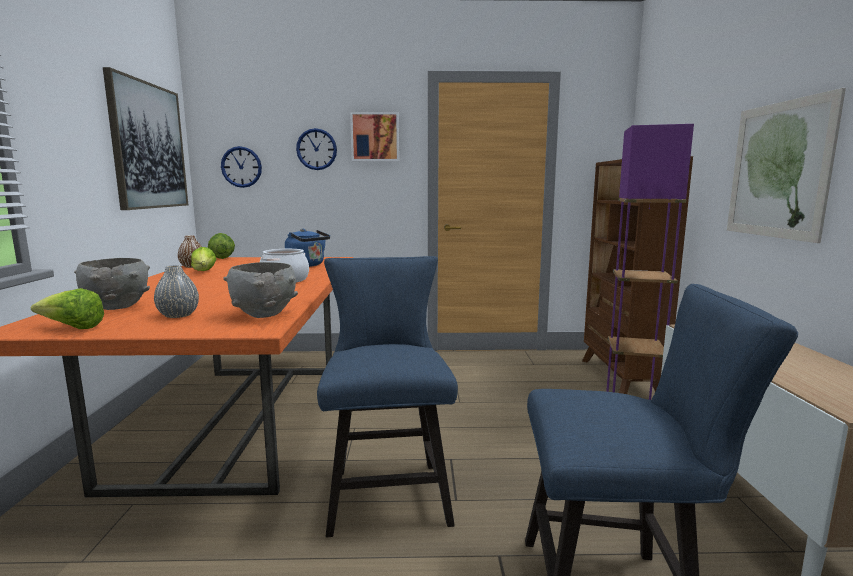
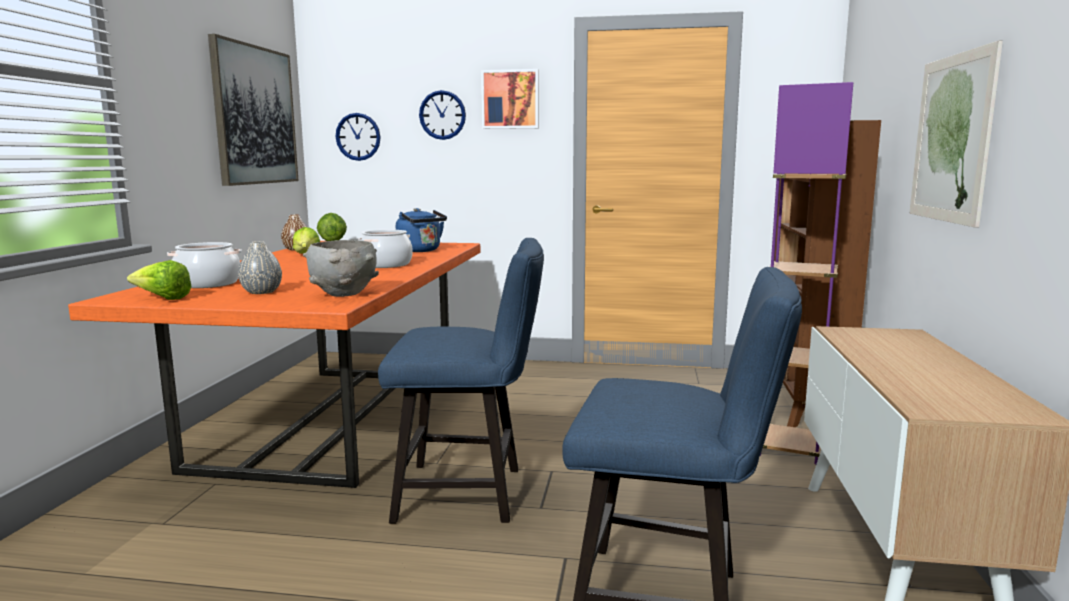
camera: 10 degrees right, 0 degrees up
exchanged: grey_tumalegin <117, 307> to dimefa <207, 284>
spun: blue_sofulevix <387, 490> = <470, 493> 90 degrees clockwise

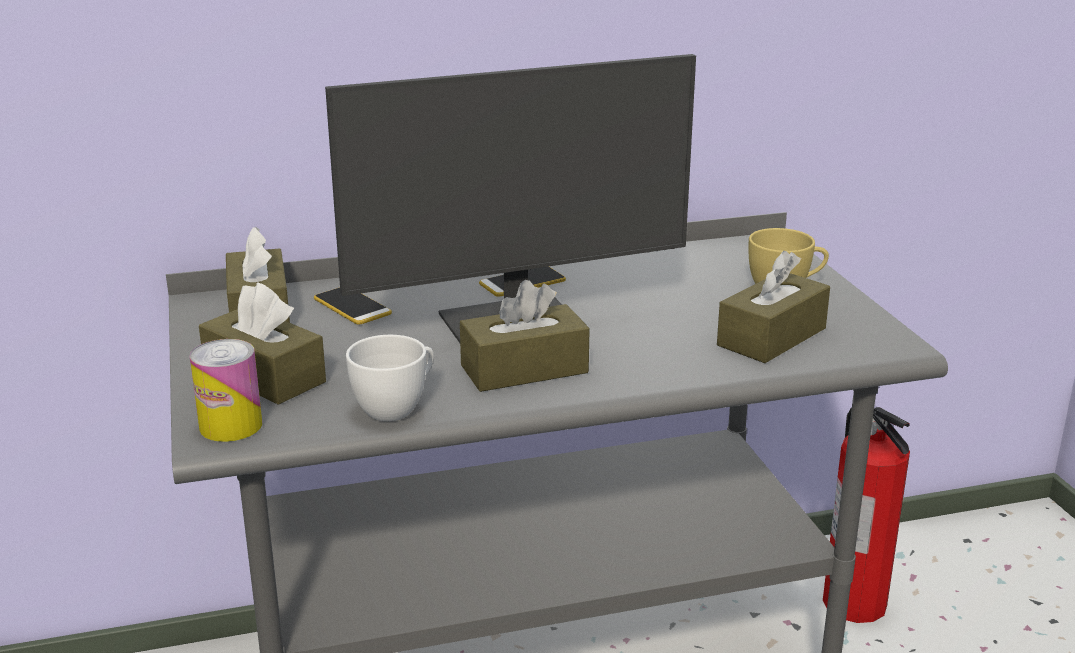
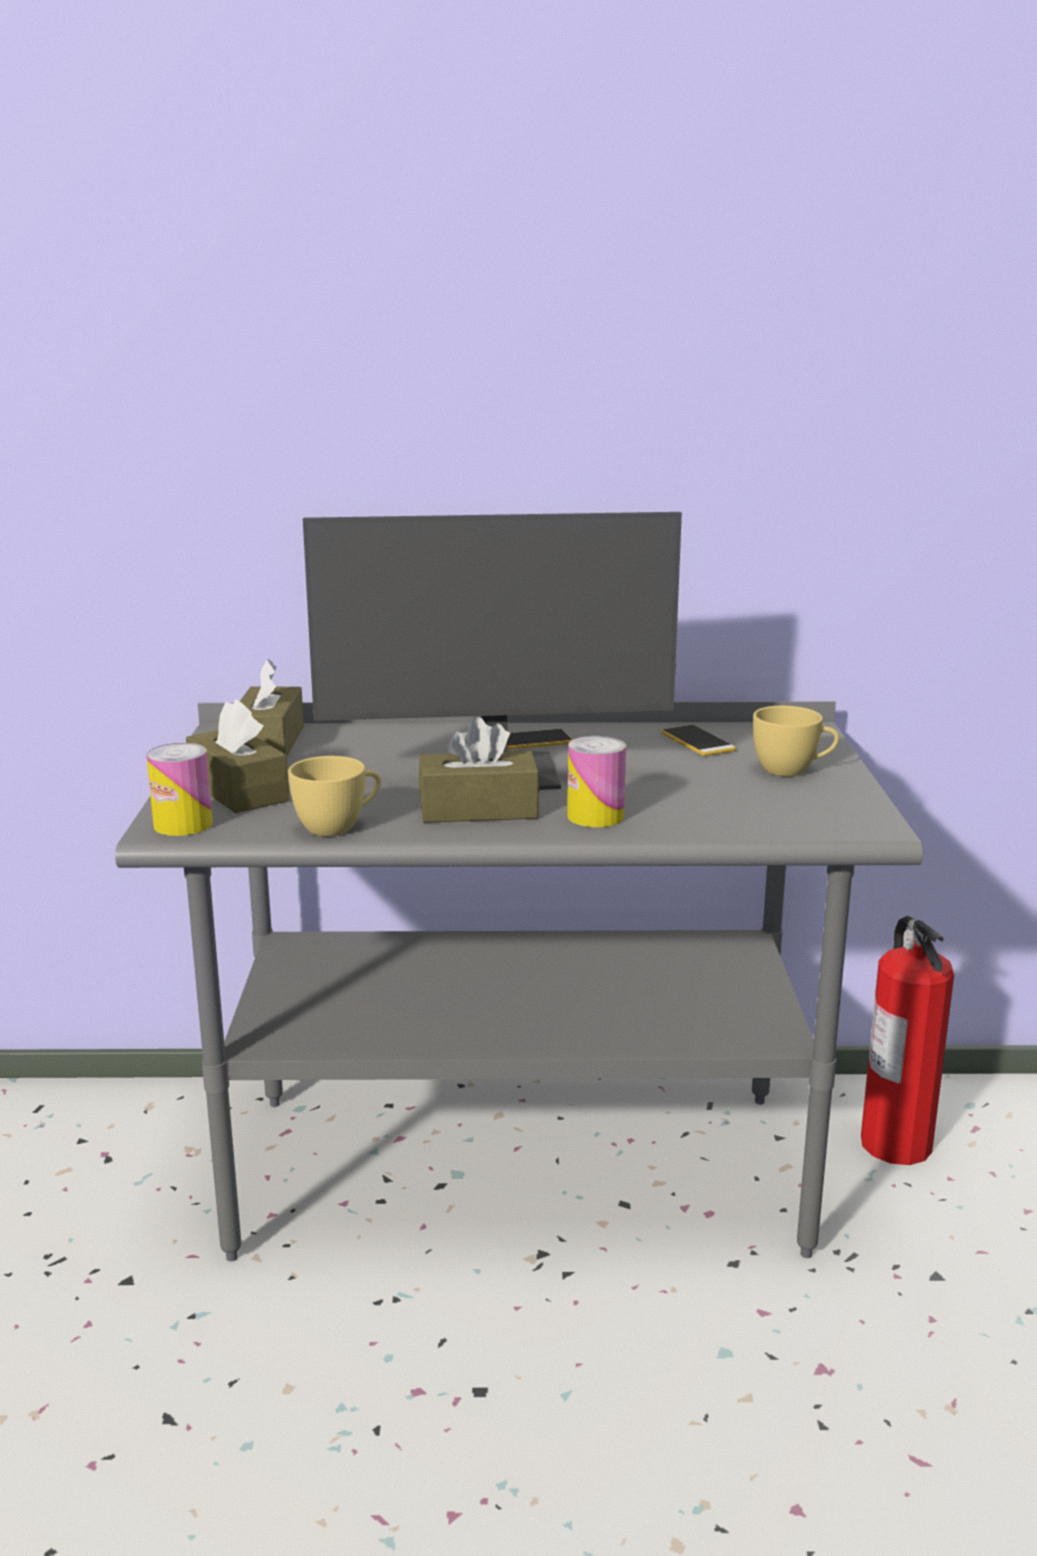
camera: 15 degrees right, 5 degrees down
missing: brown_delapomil <771, 337>
appeared: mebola <595, 816>
relocated: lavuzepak <352, 306> to <698, 742>
colour: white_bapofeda <397, 407> to yellow_bapofeda <338, 826>

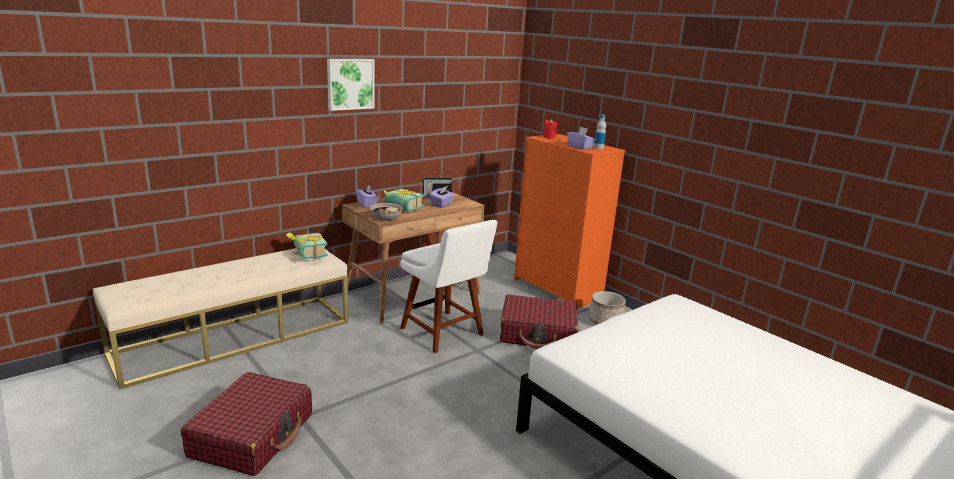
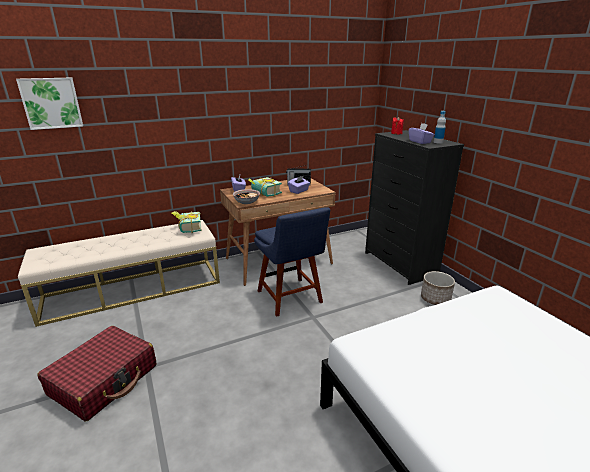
camera: 15 degrees right, 5 degrees up
missing: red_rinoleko <538, 334>
relocated: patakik <350, 84> to <51, 103>
colour: white_sofulevix <444, 333> to blue_sofulevix <291, 298>; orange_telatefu <558, 289> to black_telatefu <400, 264>

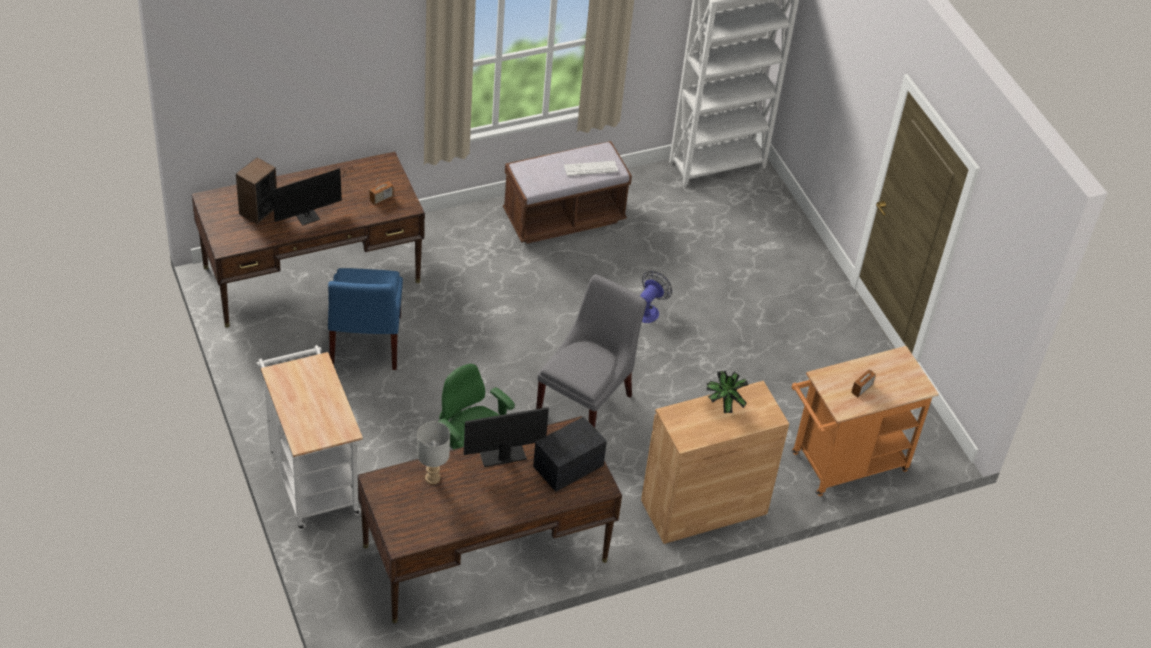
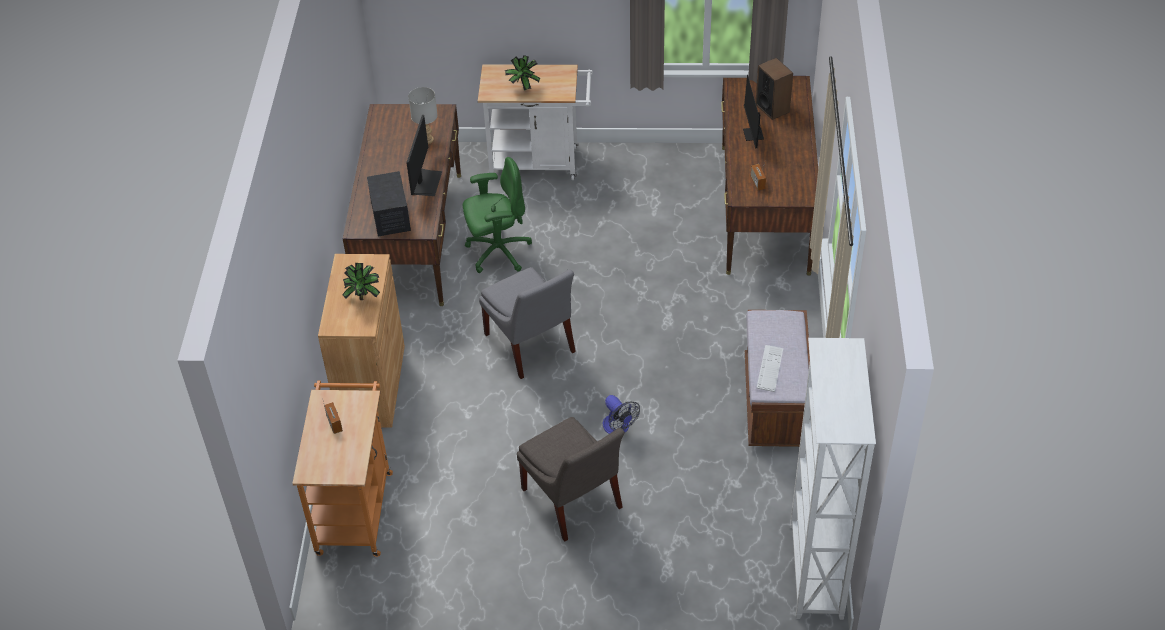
camera: 120 degrees right, 0 degrees up
missing: blue_sofulevix <364, 344>
appeared: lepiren <522, 88>; grey_sofulevix <573, 502>

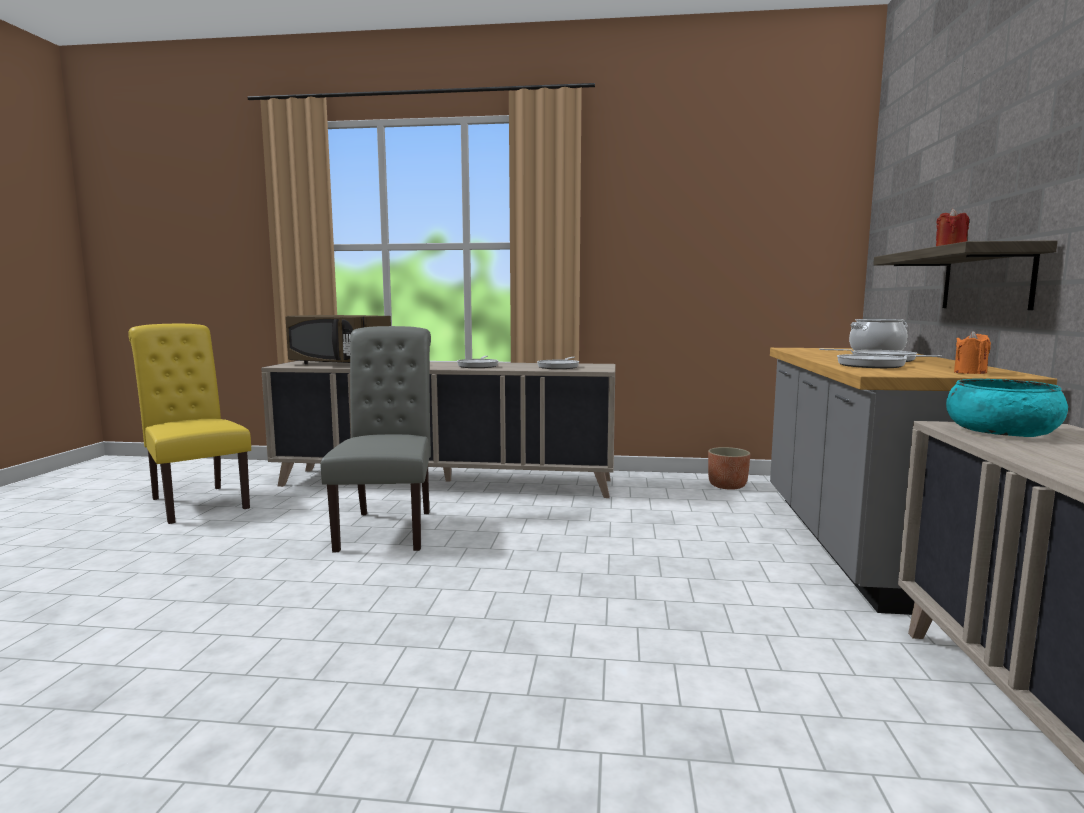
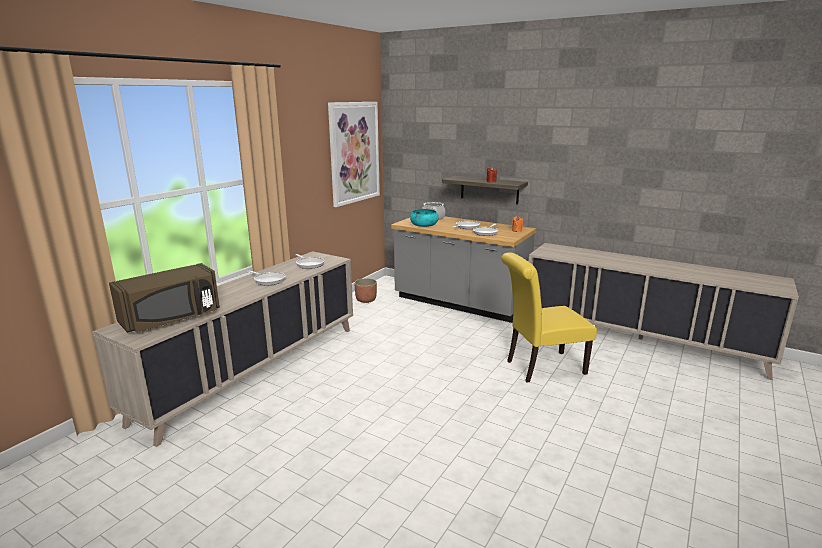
camera: 65 degrees left, 10 degrees up
missing: grey_sofulevix <388, 527>
appeared: patakik <354, 152>
relocated: turquoise_tumalegin <1001, 431> to <424, 225>; yellow_sofulevix <196, 502> to <541, 367>

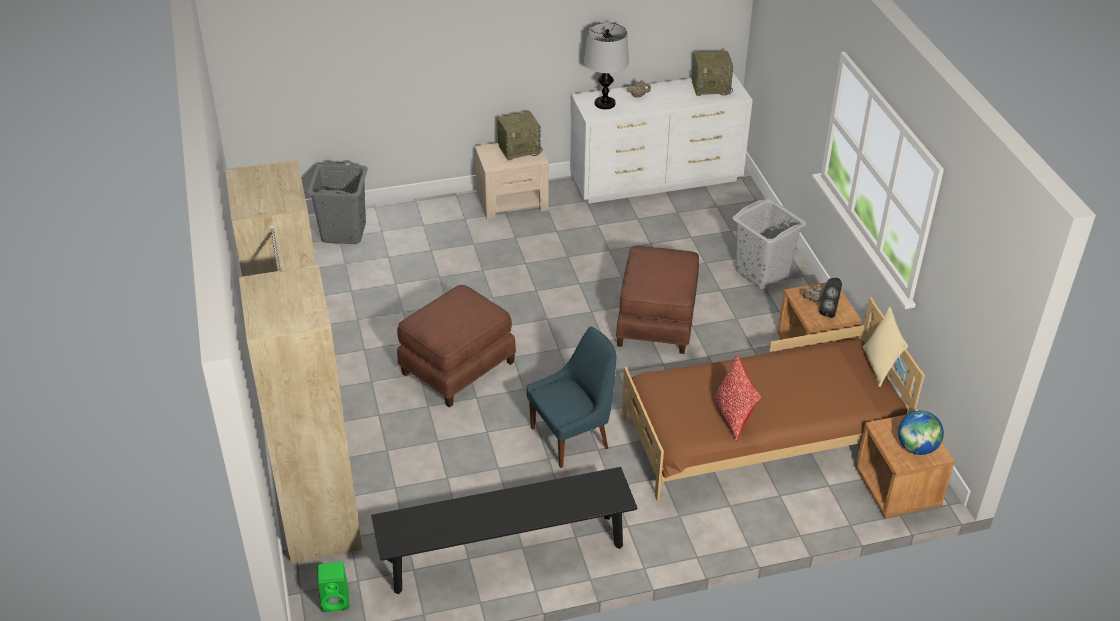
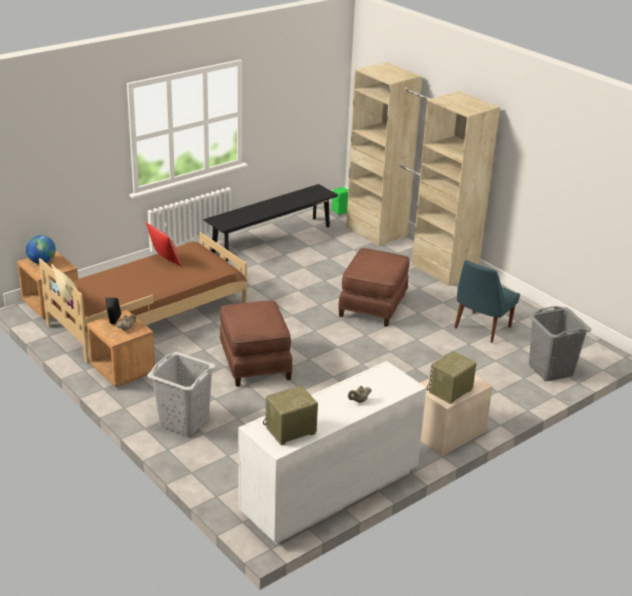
camera: 155 degrees right, 10 degrees down
missing: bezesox <604, 103>
relocated: blue_sofulevix <572, 437> to <481, 328>

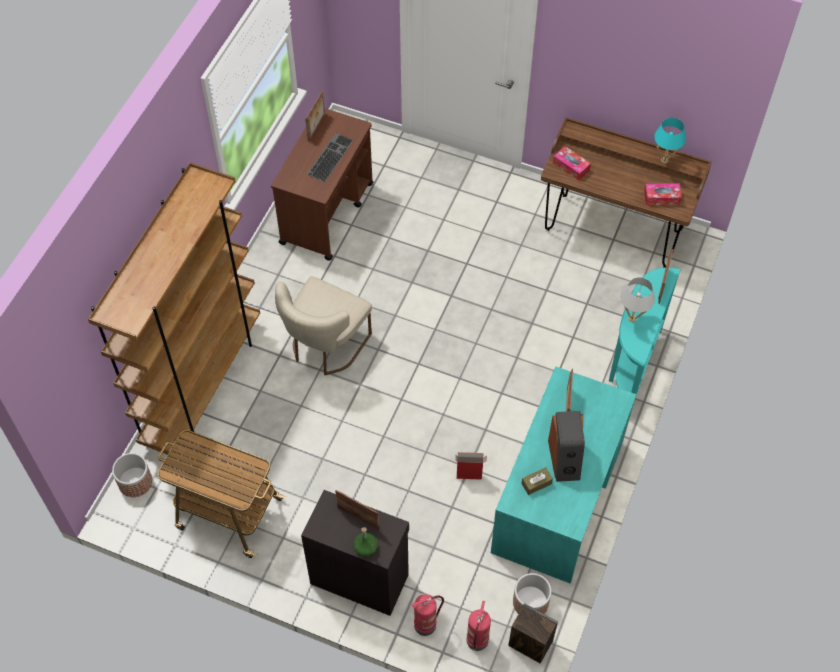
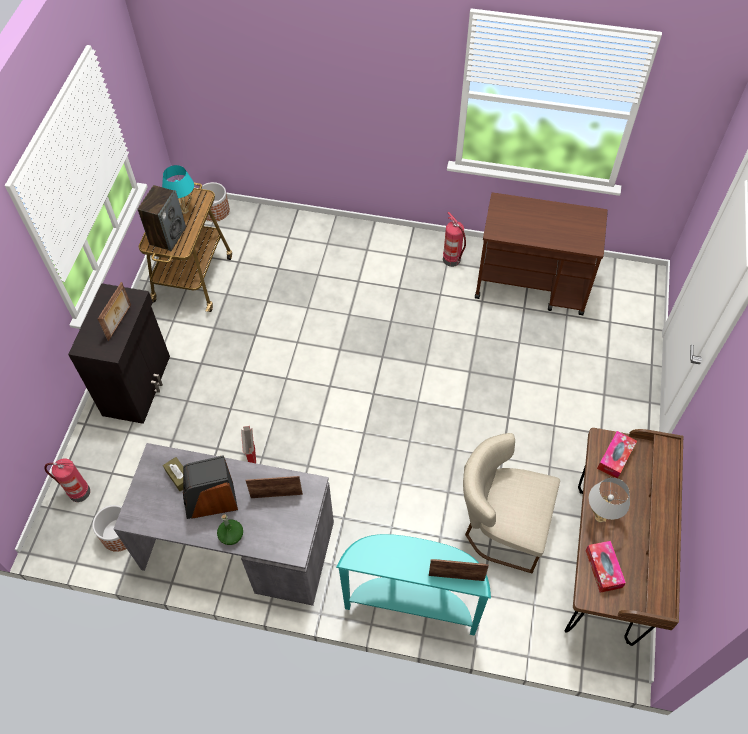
camera: 80 degrees right, 0 degrees up
missing: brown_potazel <202, 384>; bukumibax <317, 127>; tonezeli <329, 156>
relocated: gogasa <529, 643> to <168, 236>; turquoise_bezesox <664, 160> to <185, 210>; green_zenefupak <365, 548> to <231, 535>; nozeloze <426, 624> to <452, 260>; beige_sofulevix <325, 347> to <500, 527>; white_bezesox <632, 318> to <599, 518>
colour: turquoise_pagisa <558, 498> to grey_pagisa <237, 546>

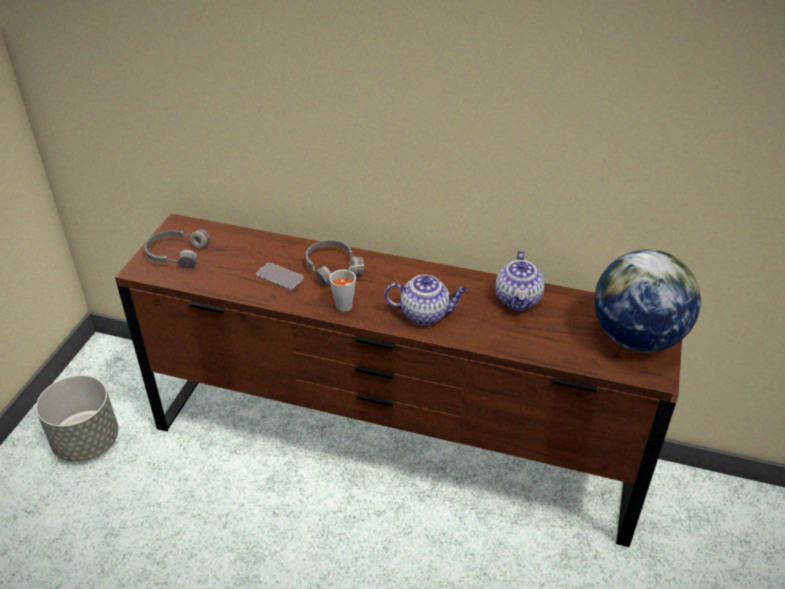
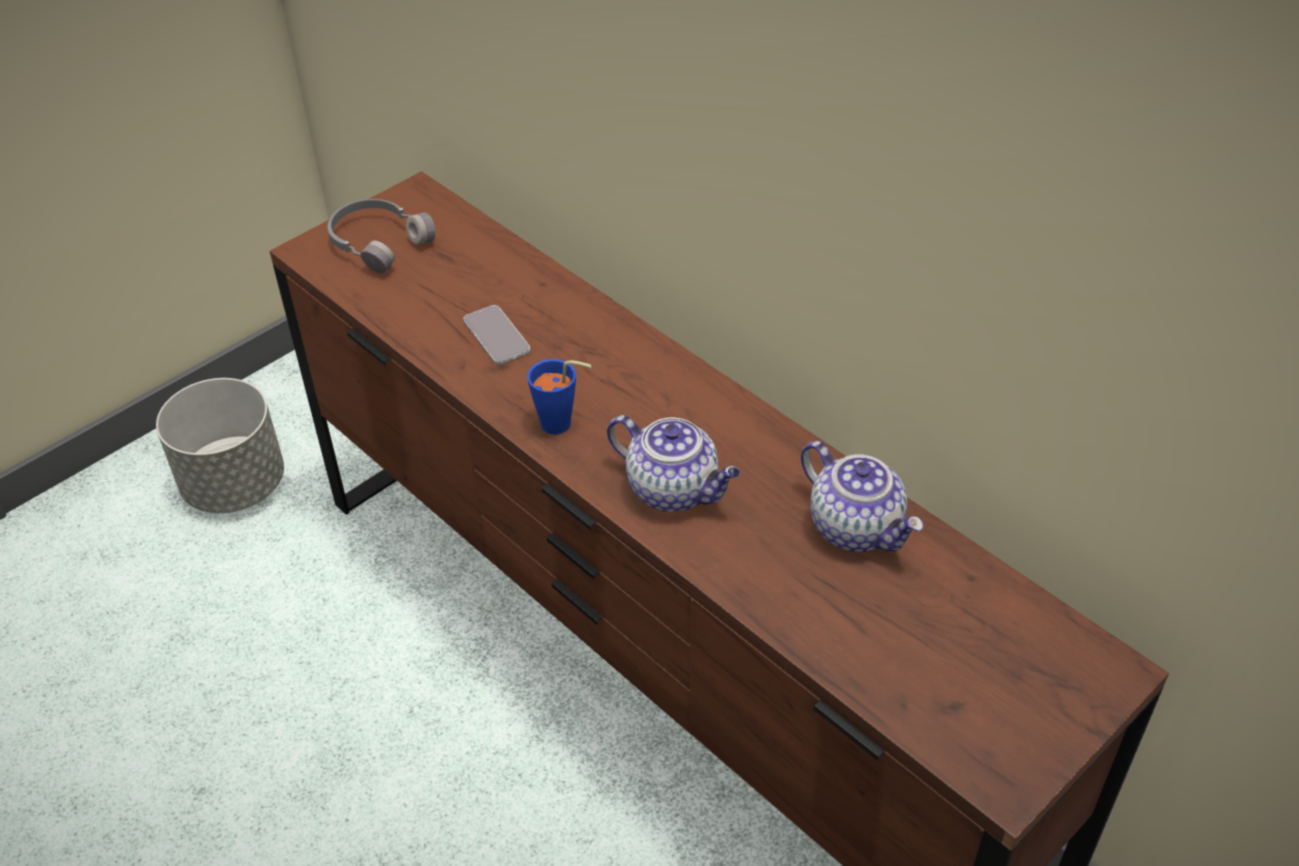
camera: 30 degrees right, 5 degrees up
missing: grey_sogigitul <333, 267>; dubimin <636, 337>
colour: grey_bapofeda <348, 305> to blue_bapofeda <562, 425>
spun: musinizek <518, 300> = <857, 527> 75 degrees counterclockwise

